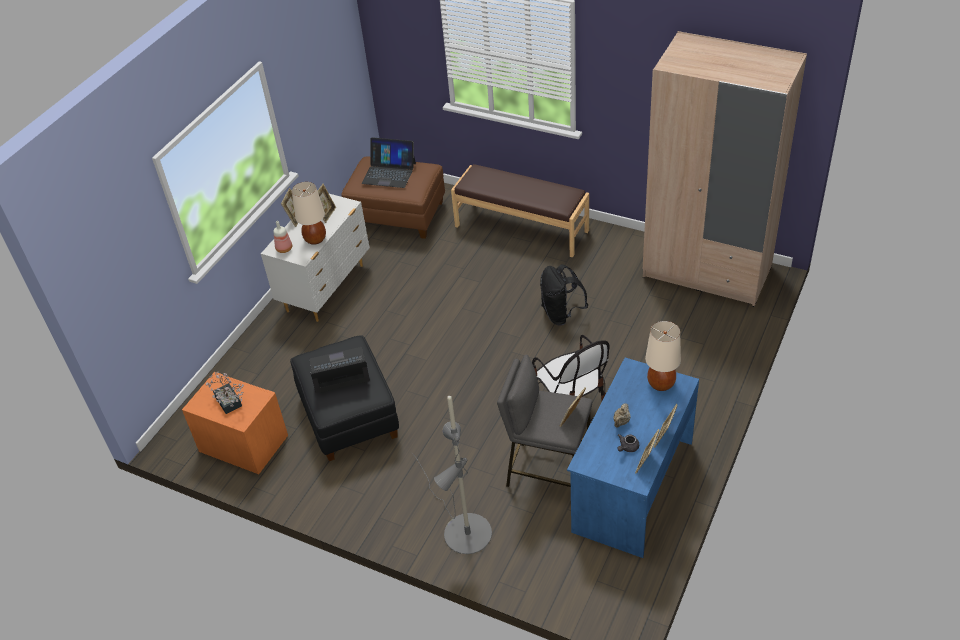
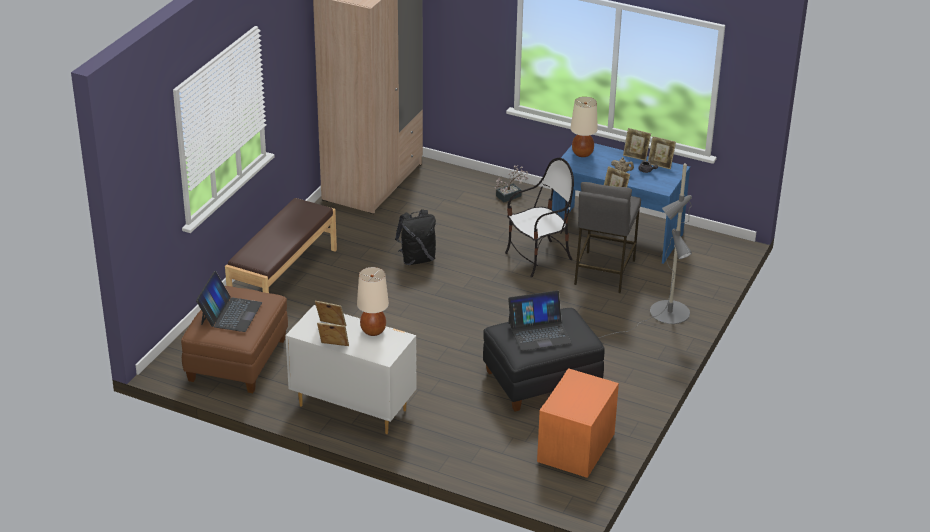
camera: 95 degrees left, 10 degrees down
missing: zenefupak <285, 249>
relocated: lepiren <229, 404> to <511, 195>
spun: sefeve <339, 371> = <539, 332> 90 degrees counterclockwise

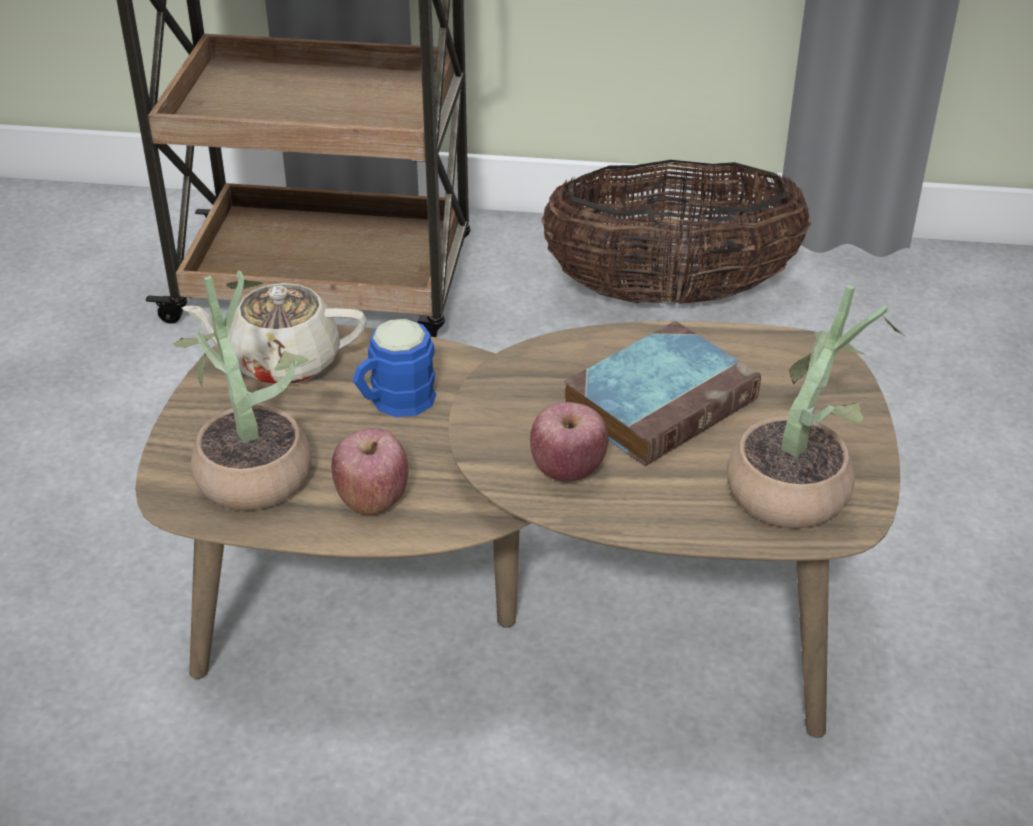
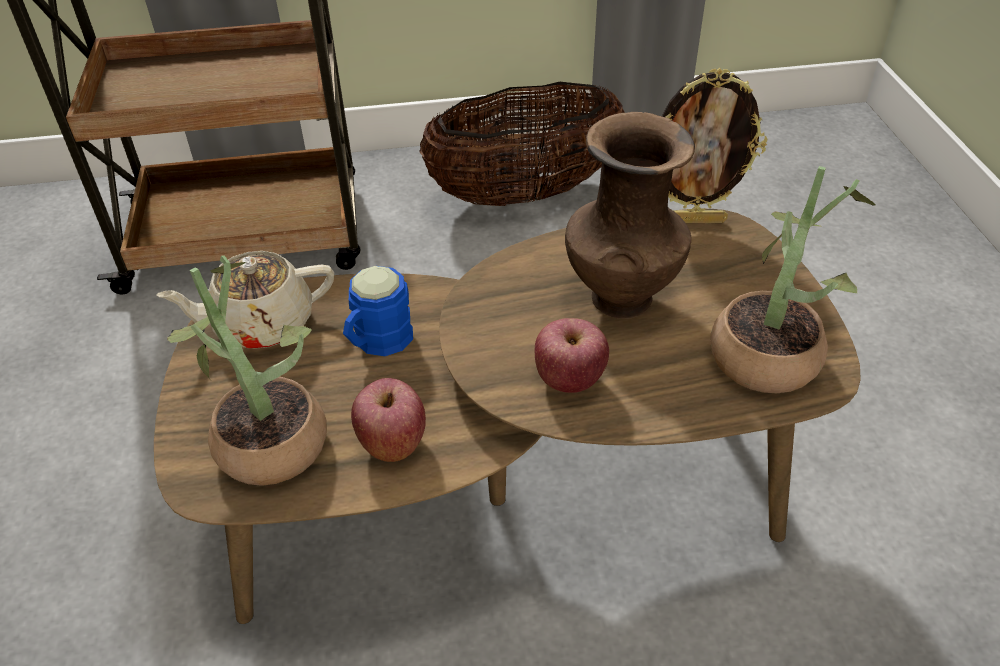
camera: 15 degrees left, 5 degrees up
appeared: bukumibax <693, 220>
exchanged: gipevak <661, 401> to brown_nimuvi <620, 296>

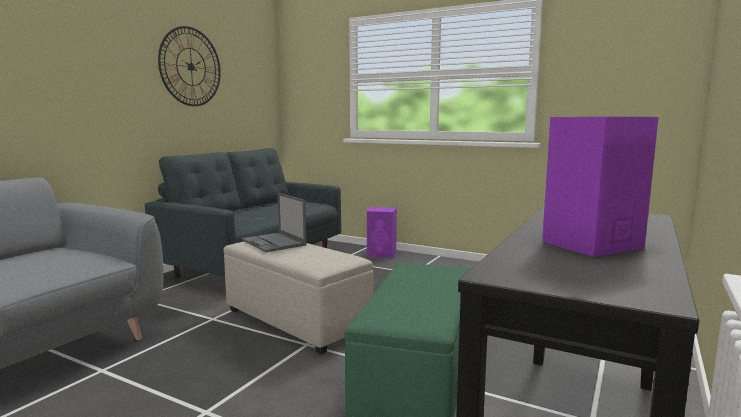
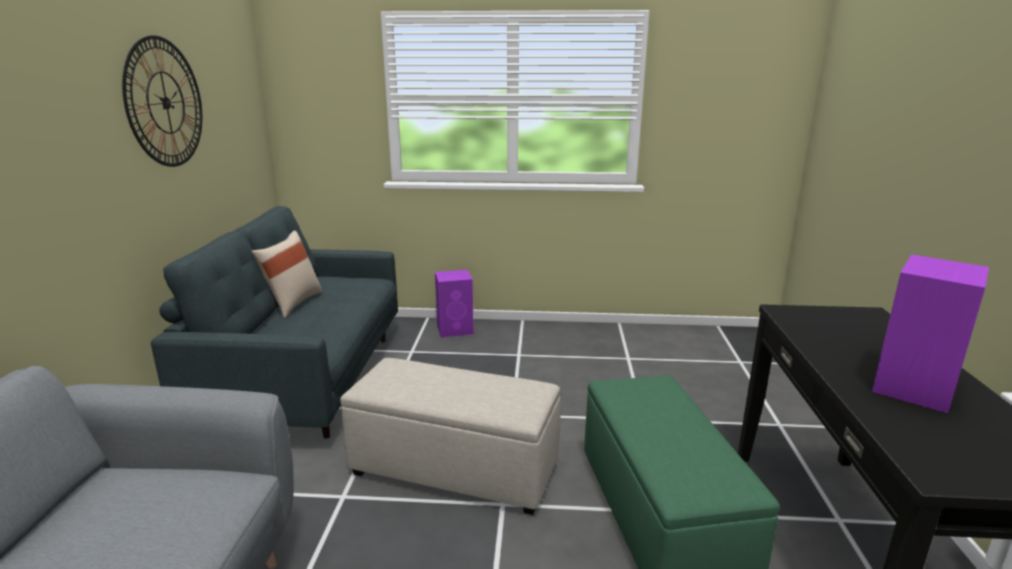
camera: 25 degrees left, 10 degrees up
missing: sefeve <274, 242>
appeared: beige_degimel <292, 303>

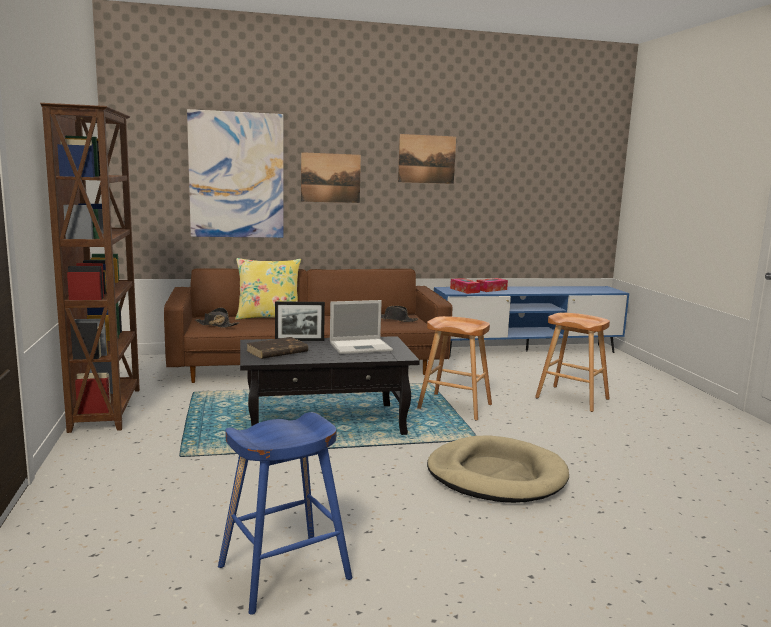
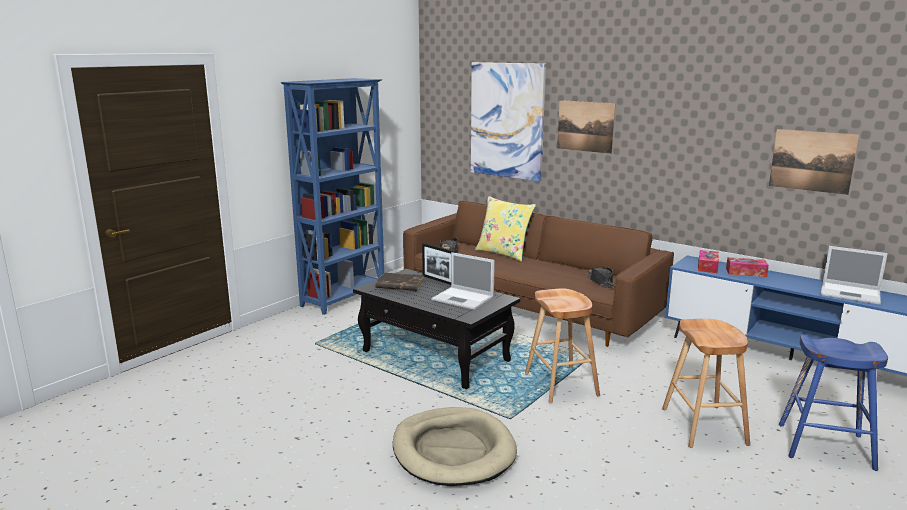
camera: 50 degrees right, 5 degrees up
appeared: sefeve <851, 293>
relocated: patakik <427, 159> to <812, 161>; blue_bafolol <285, 572> to <825, 446>
colour: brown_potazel <108, 409> to blue_potazel <345, 298>

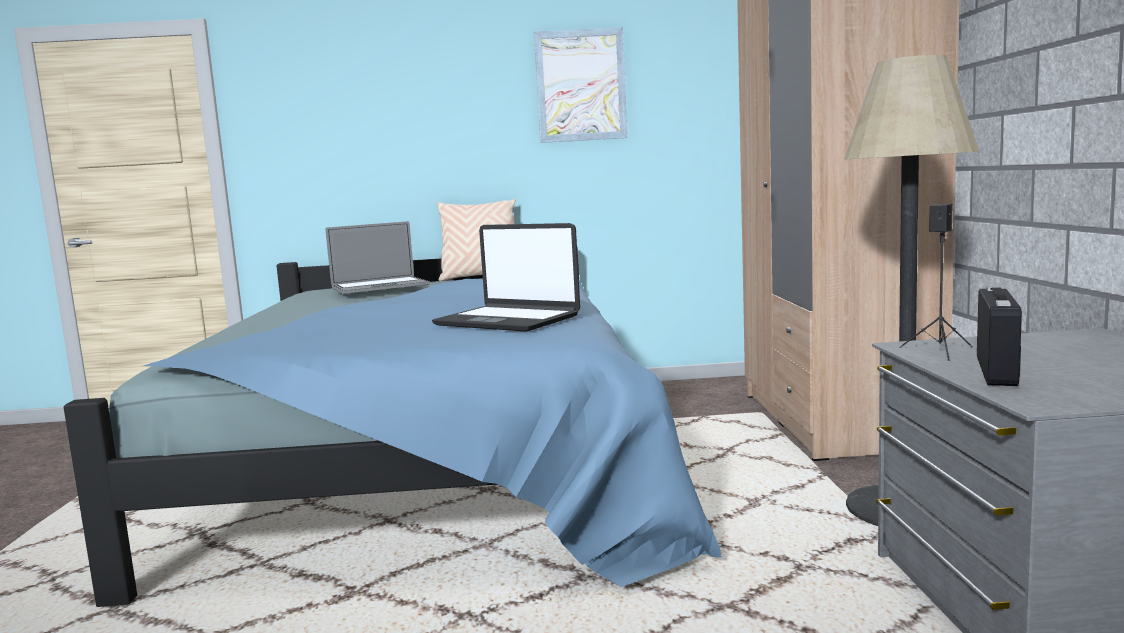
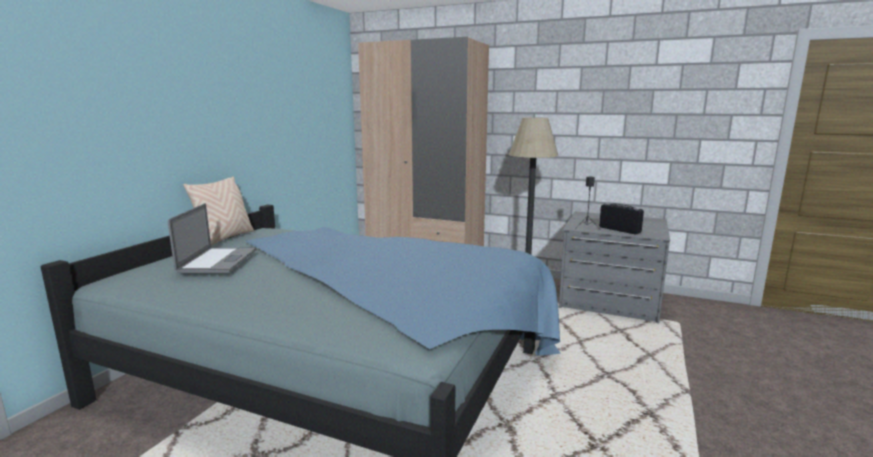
camera: 65 degrees left, 5 degrees up
missing: sefeve <508, 320>; patakik <581, 85>

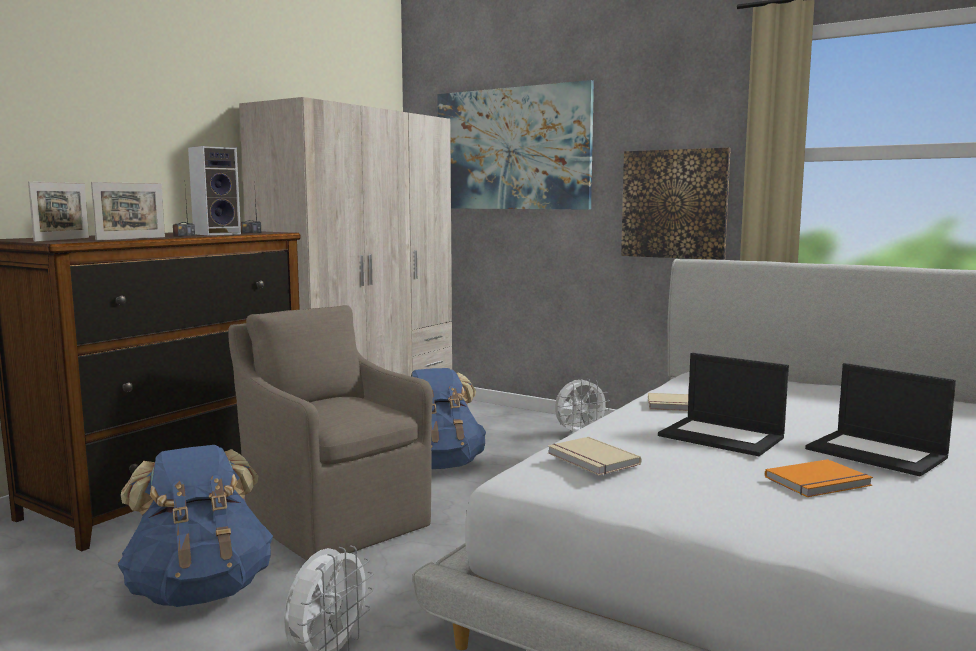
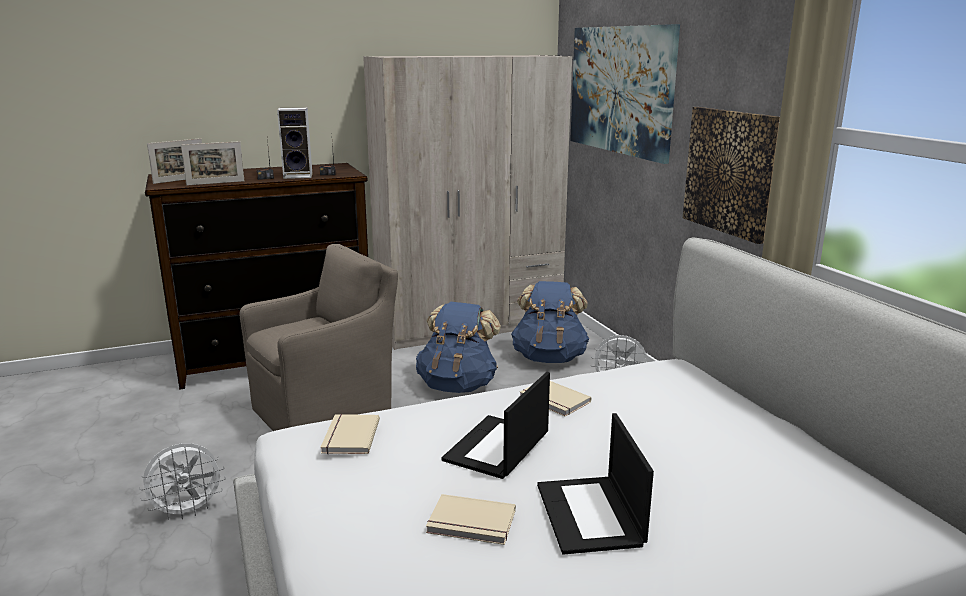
camera: 35 degrees right, 10 degrees up
relocated: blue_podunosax <200, 590> to <549, 358>
colour: orange_gipevak <820, 482> to beige_gipevak <471, 523>
spun: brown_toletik <335, 520> = <326, 413> 60 degrees clockwise; sefeve <723, 436> = <497, 448> 45 degrees clockwise

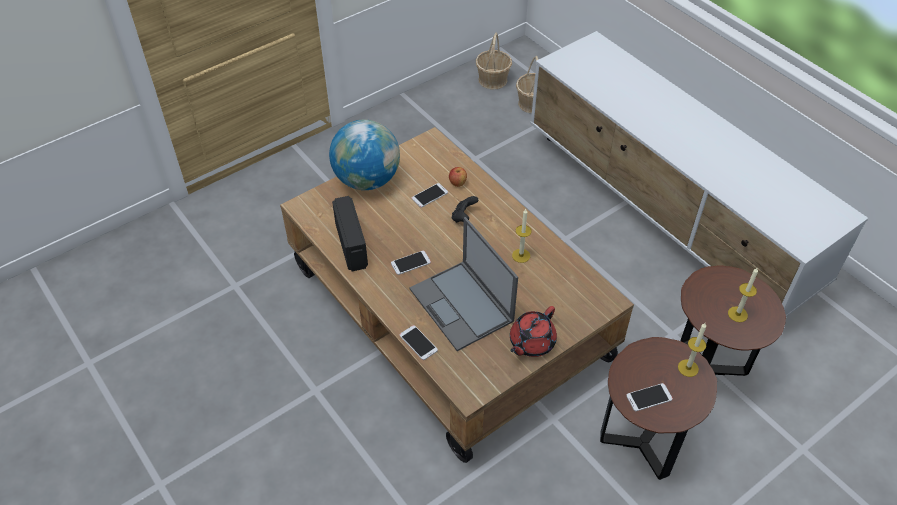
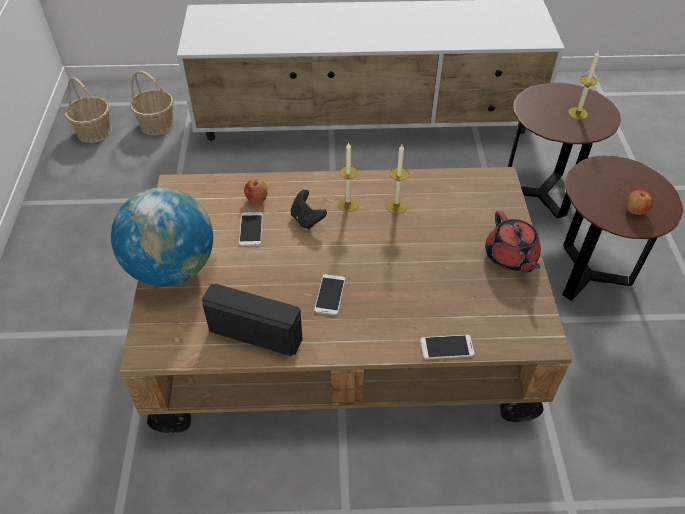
camera: 55 degrees left, 0 degrees up
missing: sefeve <462, 306>
relocated: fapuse <688, 368> to <348, 204>
exchanged: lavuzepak <649, 397> to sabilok <635, 210>

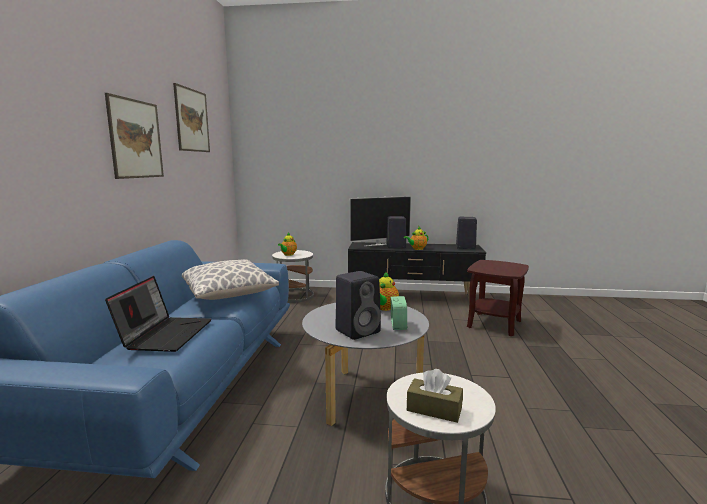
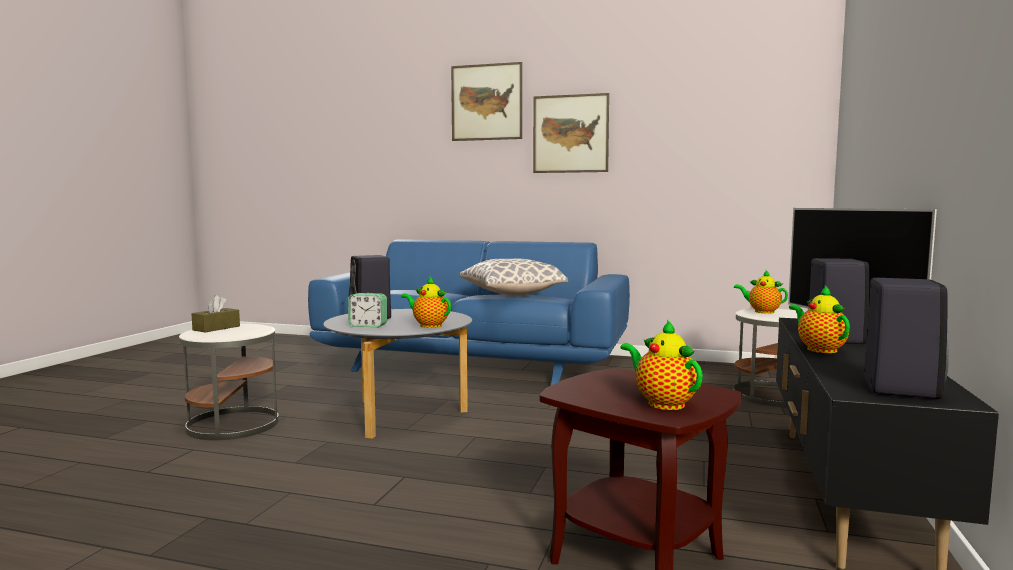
camera: 100 degrees right, 5 degrees down
missing: sefeve <165, 334>
appeared: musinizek <662, 403>
relocated: patakik <192, 120> to <486, 102>

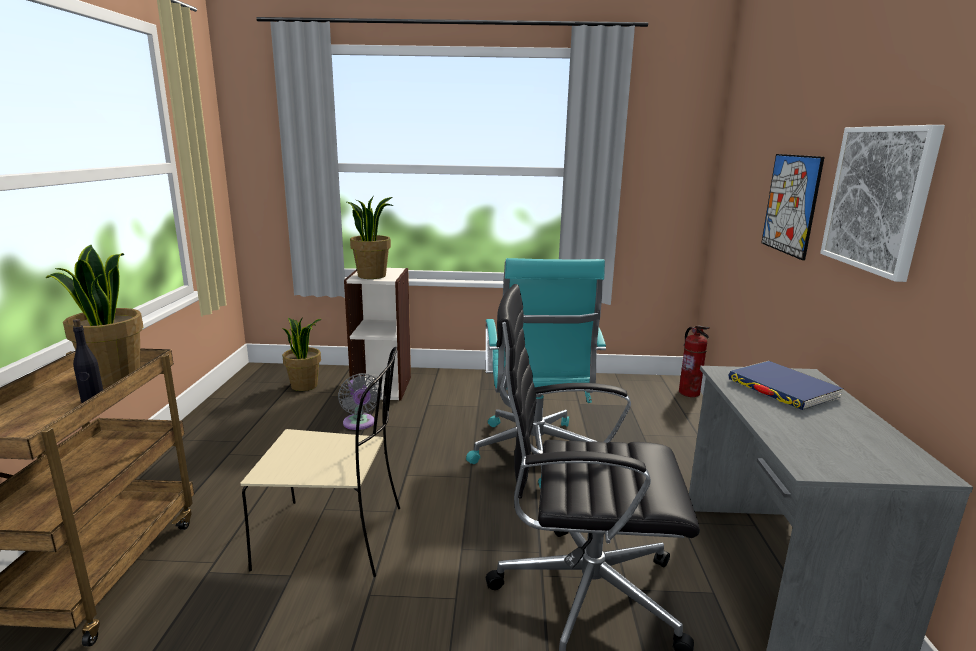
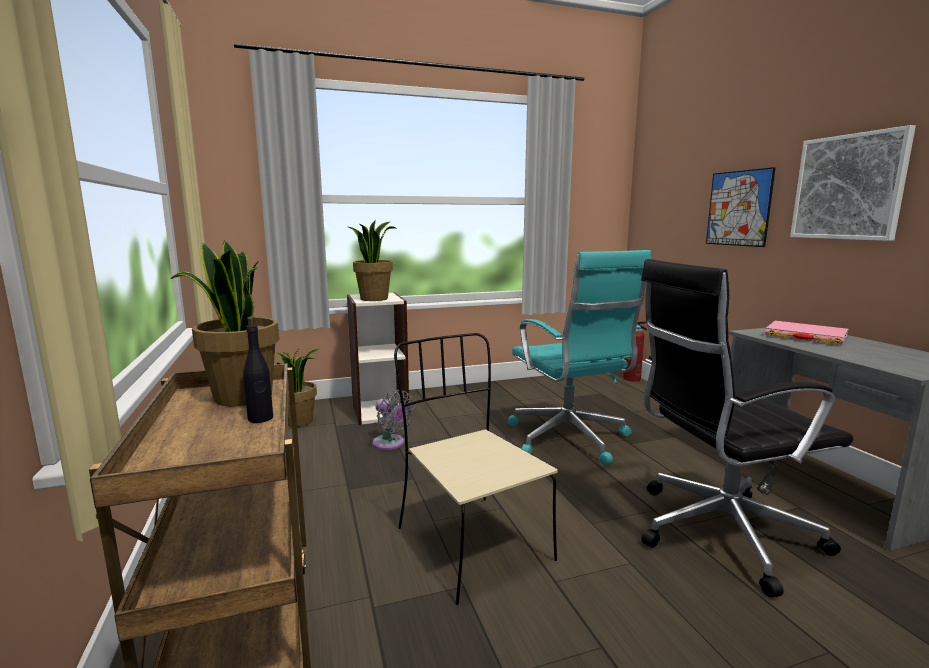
camera: 20 degrees left, 5 degrees down
colour: blue_gipevak <782, 389> to pink_gipevak <805, 336>
spun: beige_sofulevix <335, 537> = <470, 542> 105 degrees counterclockwise

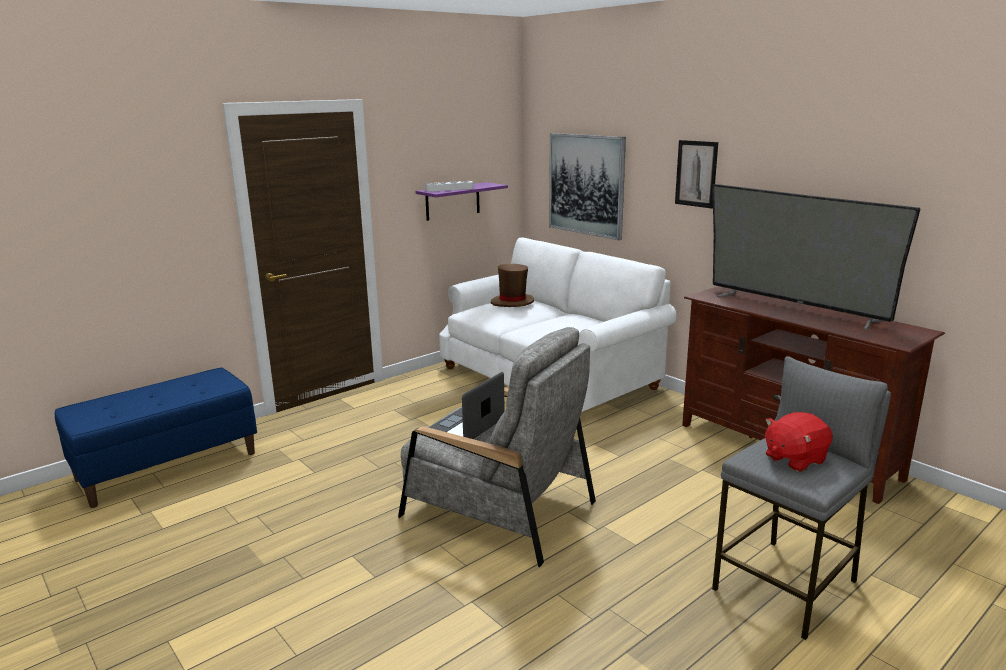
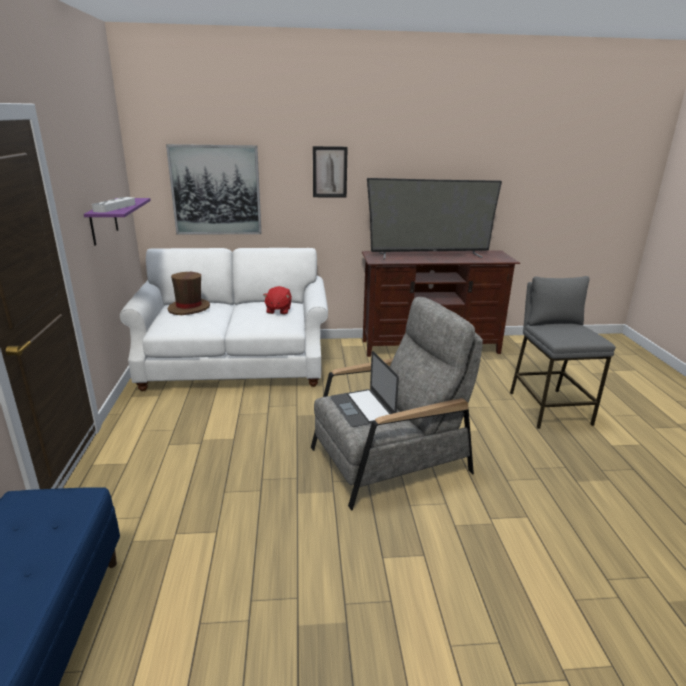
camera: 55 degrees left, 5 degrees up
relocated: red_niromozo <794, 459> to <278, 310>

